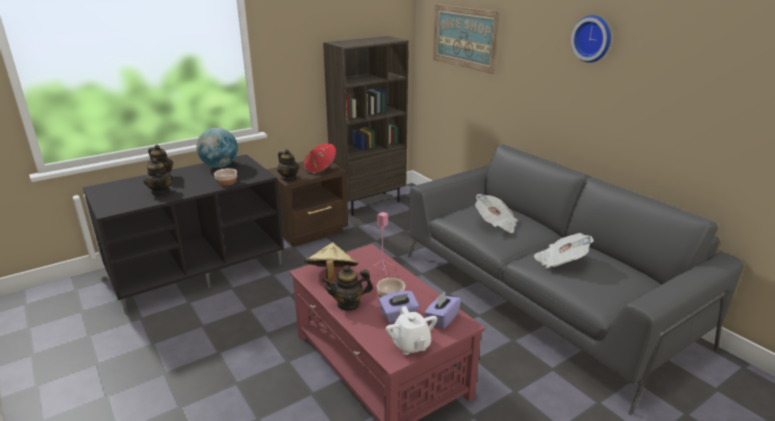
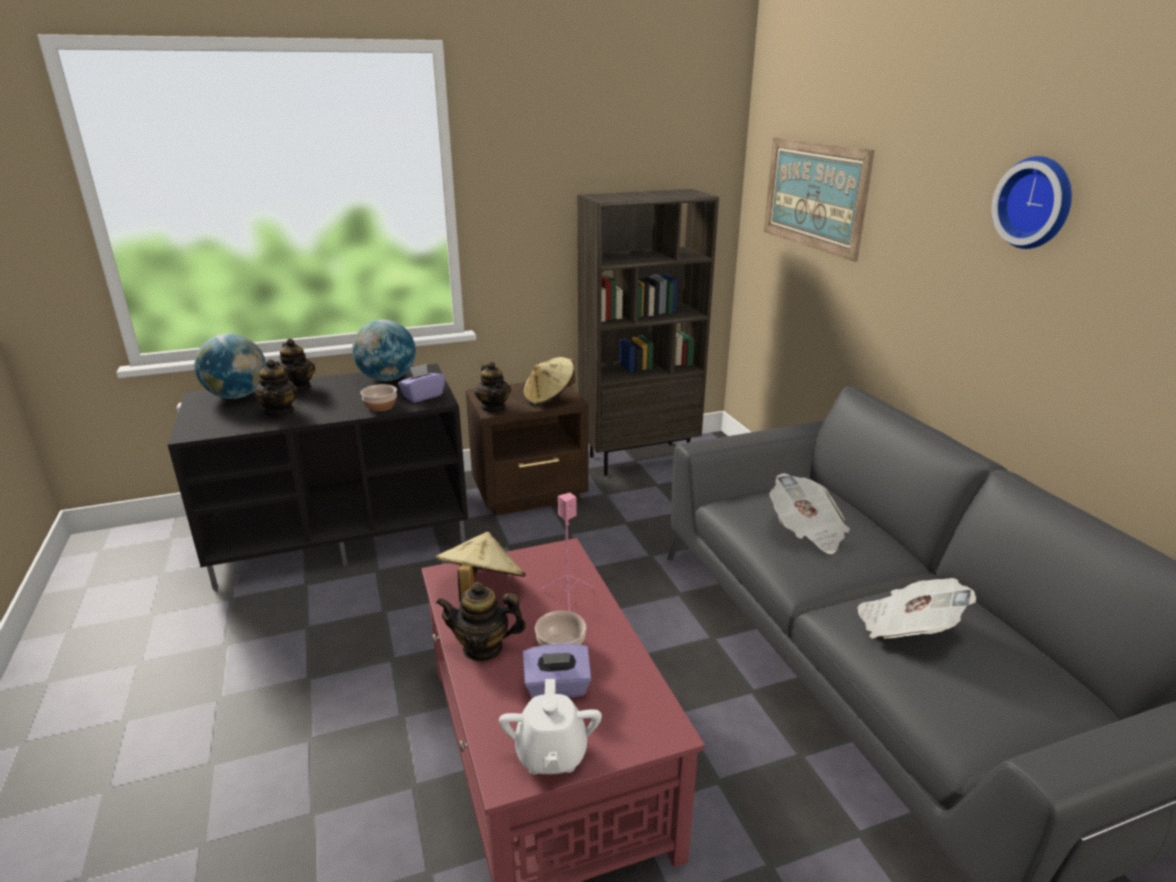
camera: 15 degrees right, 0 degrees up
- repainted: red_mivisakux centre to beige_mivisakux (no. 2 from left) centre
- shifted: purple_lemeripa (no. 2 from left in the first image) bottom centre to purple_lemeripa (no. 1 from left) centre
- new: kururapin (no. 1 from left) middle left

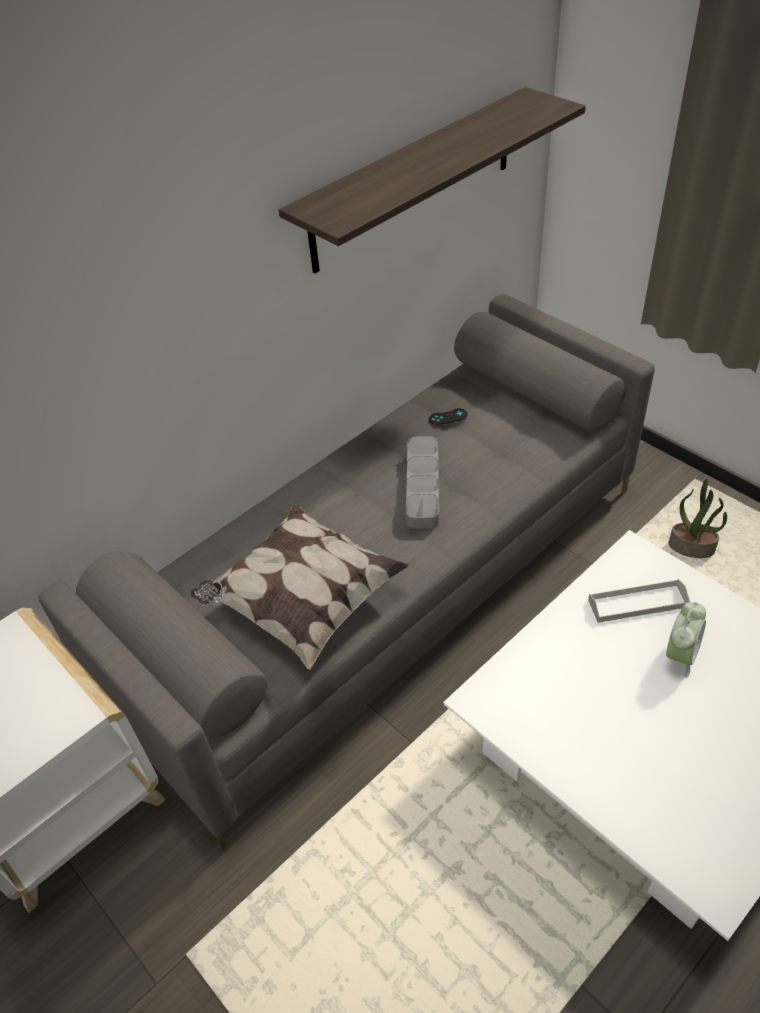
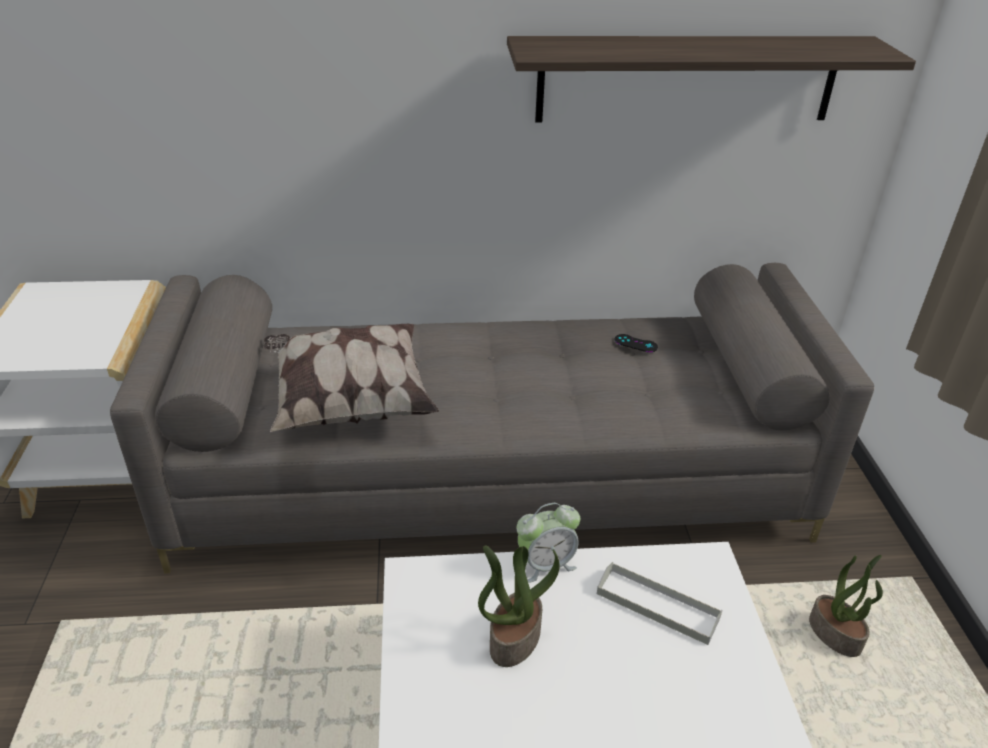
camera: 35 degrees right, 10 degrees down
- gone: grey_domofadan (no. 1 from left) centre
- shifted: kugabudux middle right to bottom centre
- new: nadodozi (no. 1 from left) bottom centre

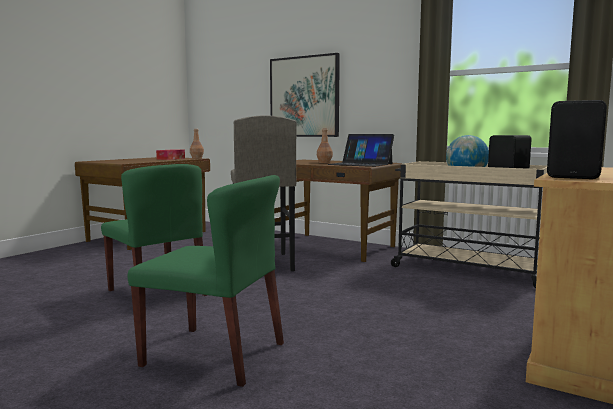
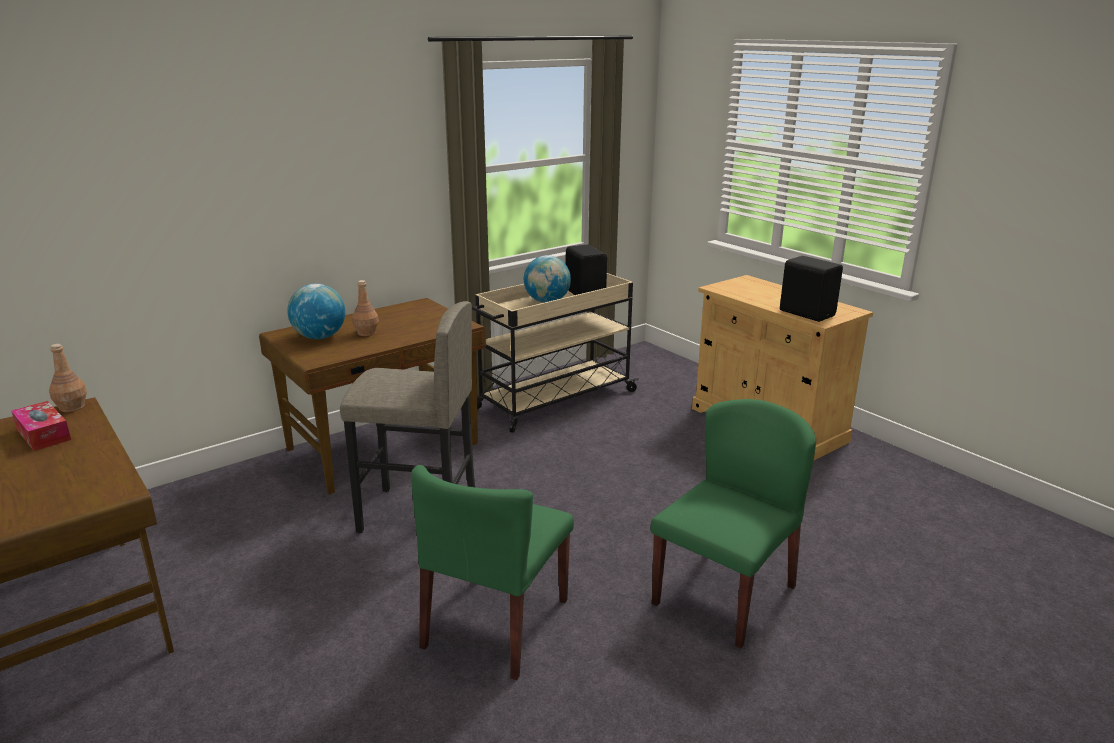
camera: 70 degrees left, 15 degrees up
- rotated: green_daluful (no. 1 from left) middle left = bottom centre 135 degrees clockwise
- gone: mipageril top centre
- gone: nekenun centre
- new: kururapin (no. 1 from left) middle left

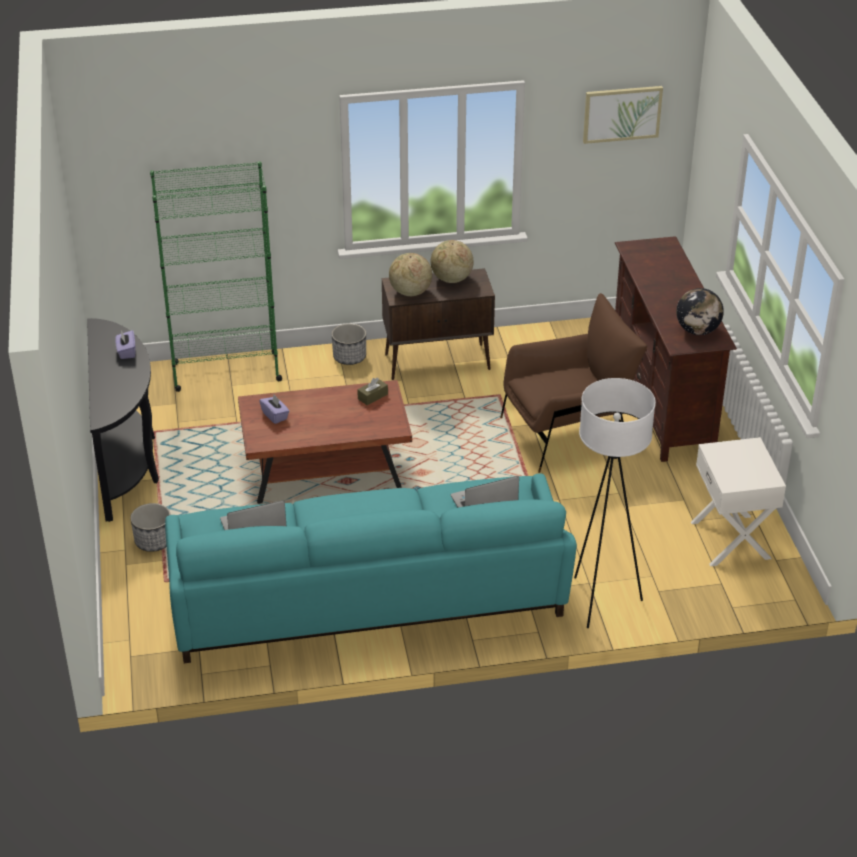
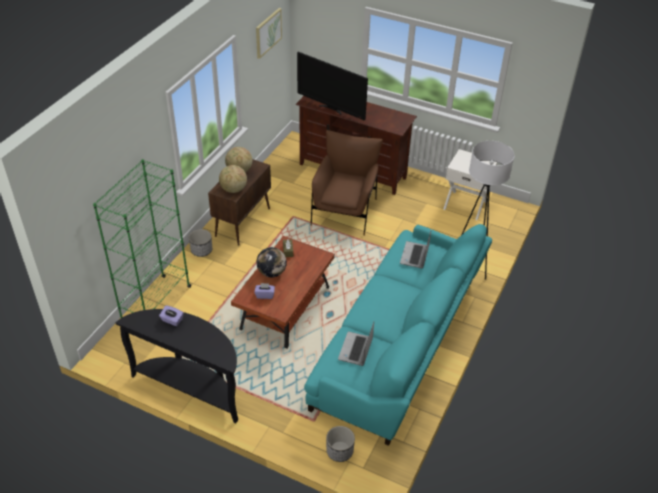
camera: 55 degrees left, 5 degrees up
- shifted: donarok (no. 1 from left in the first image) middle left to donarok (no. 2 from left) bottom centre
- shifted: kururapin (no. 3 from left) middle right to centre
- new: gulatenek top centre

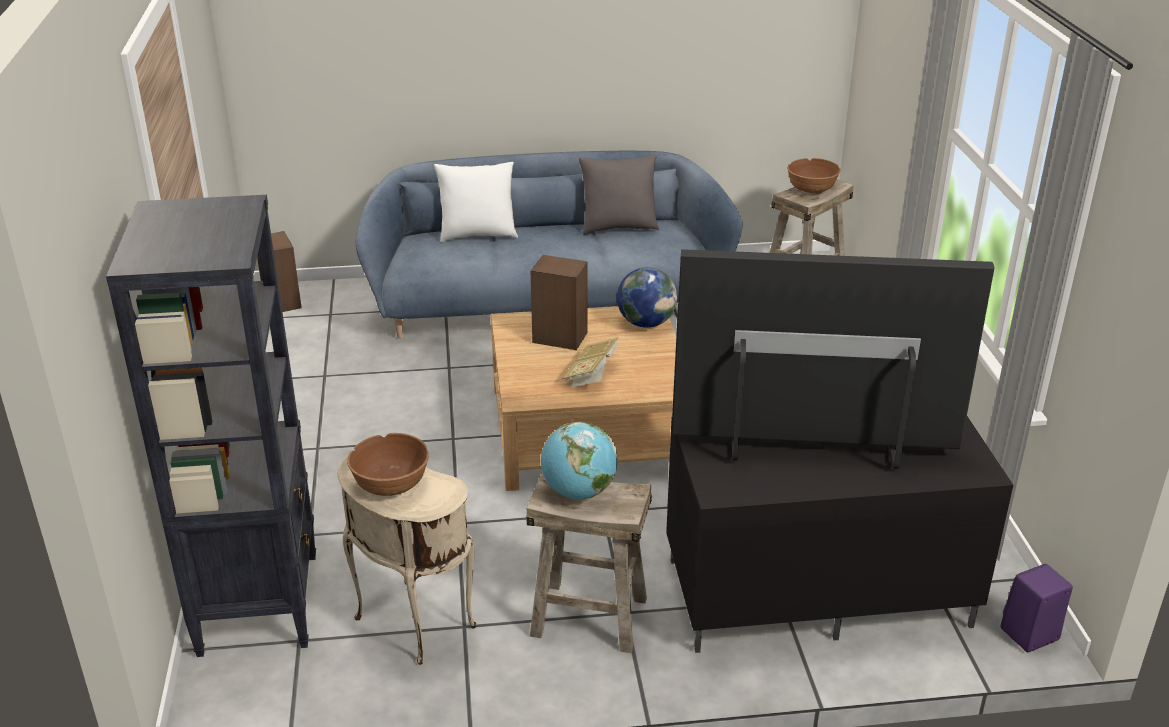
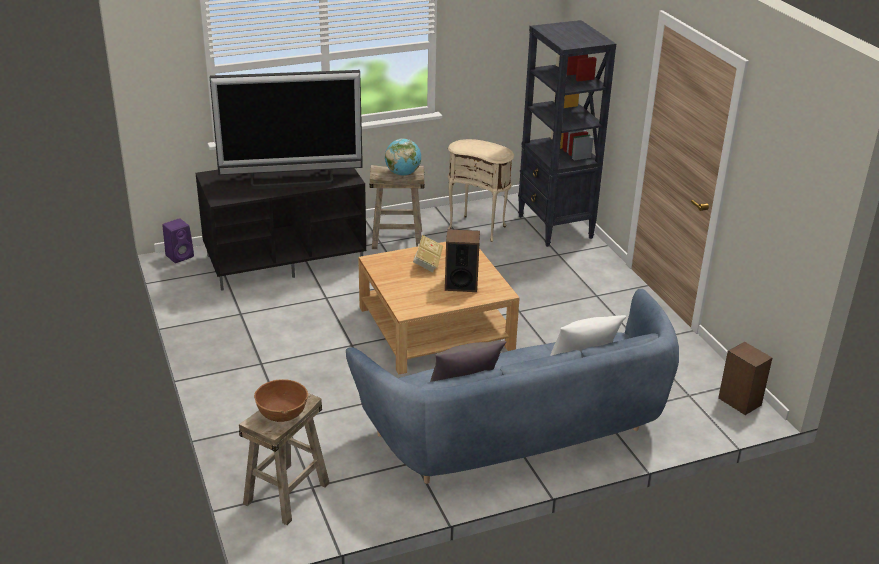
camera: 165 degrees right, 0 degrees up
- gone: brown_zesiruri (no. 1 from left) middle left
- gone: kururapin (no. 2 from left) centre

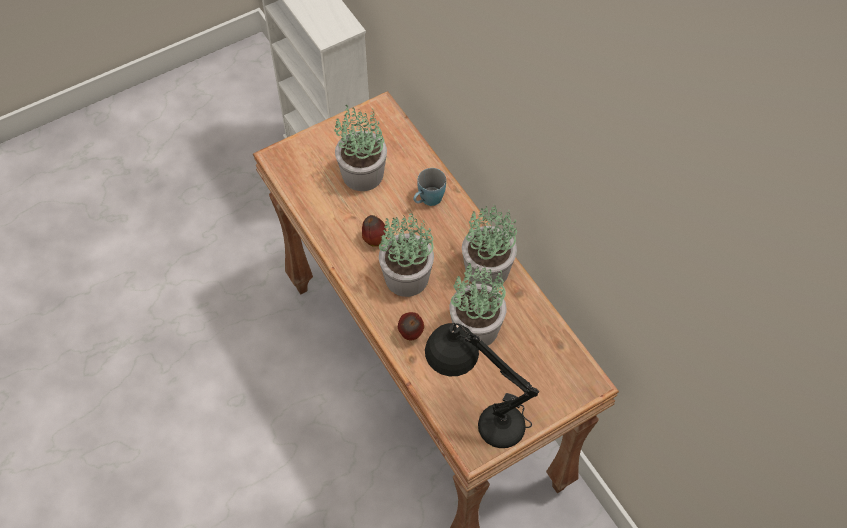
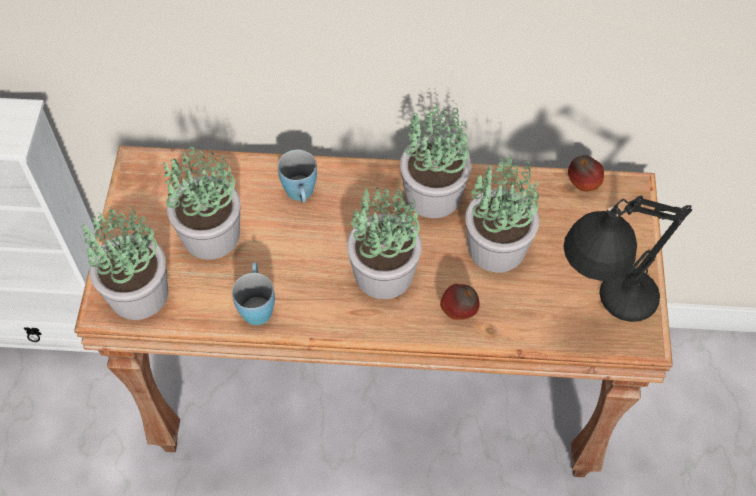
camera: 55 degrees left, 0 degrees up
- shifted: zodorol (no. 1 from left in the first image) centre to zodorol (no. 2 from left) middle right
- new: nadodozi (no. 1 from left) middle left
- new: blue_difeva (no. 1 from left) centre

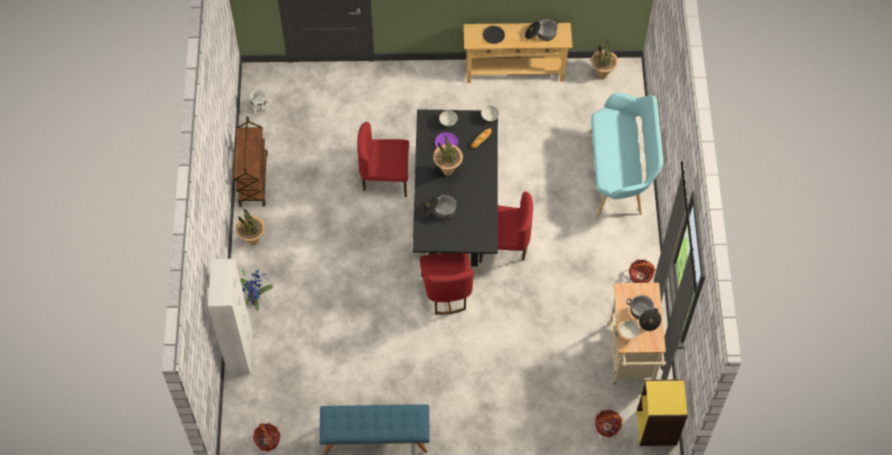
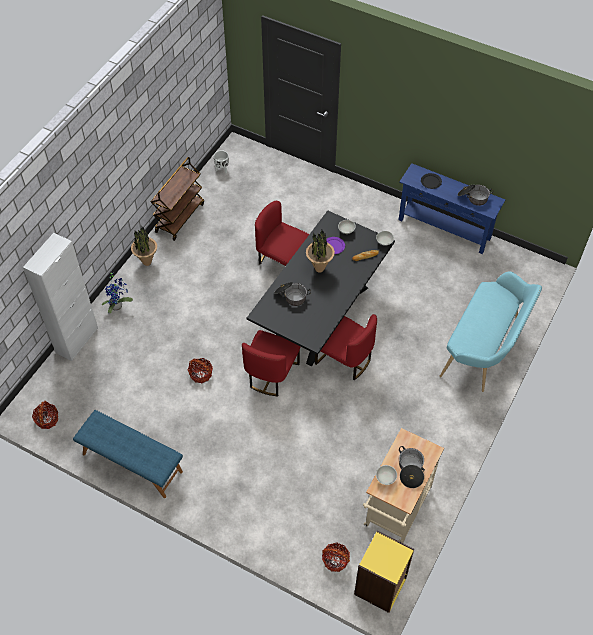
camera: 30 degrees right, 5 degrees down
- repainted: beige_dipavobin top centre to blue_dipavobin top right
- gone: nadodozi (no. 4 from left) top right
- shifted: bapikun (no. 3 from left in the first image) middle right to bapikun (no. 2 from left) centre

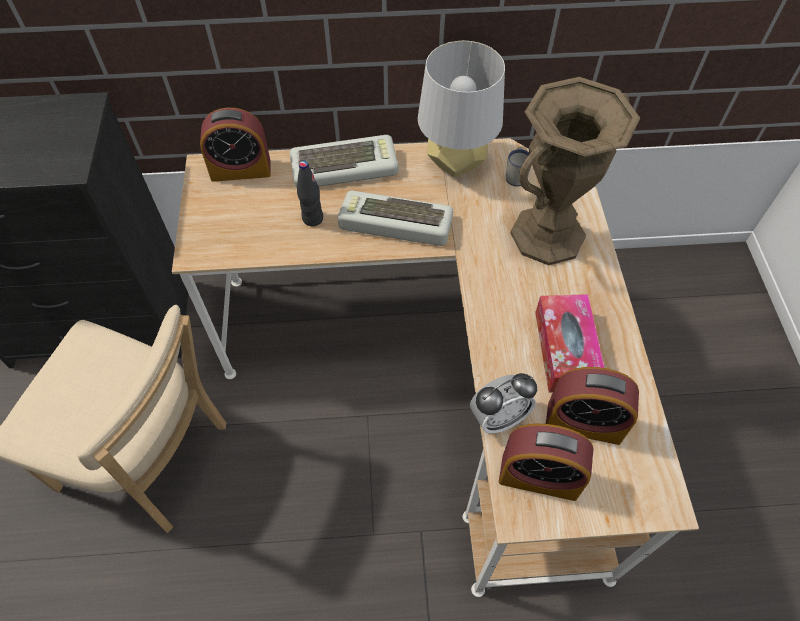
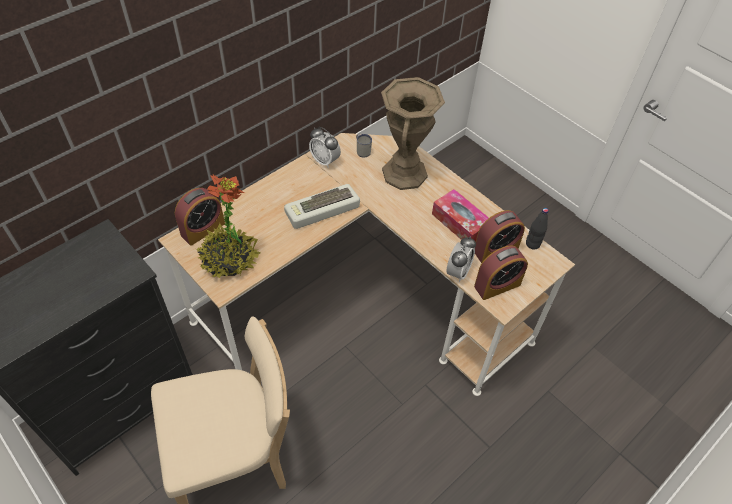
camera: 40 degrees left, 5 degrees down
- gone: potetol (no. 1 from left) top centre
- shifted: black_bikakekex top centre to middle right
- swapped: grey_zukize top centre to kugabudux (no. 2 from left) top centre
- new: nadodozi middle left

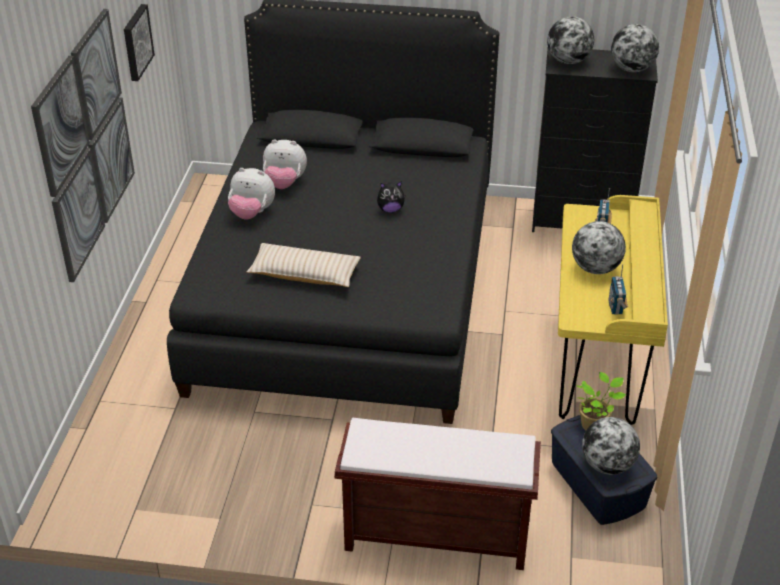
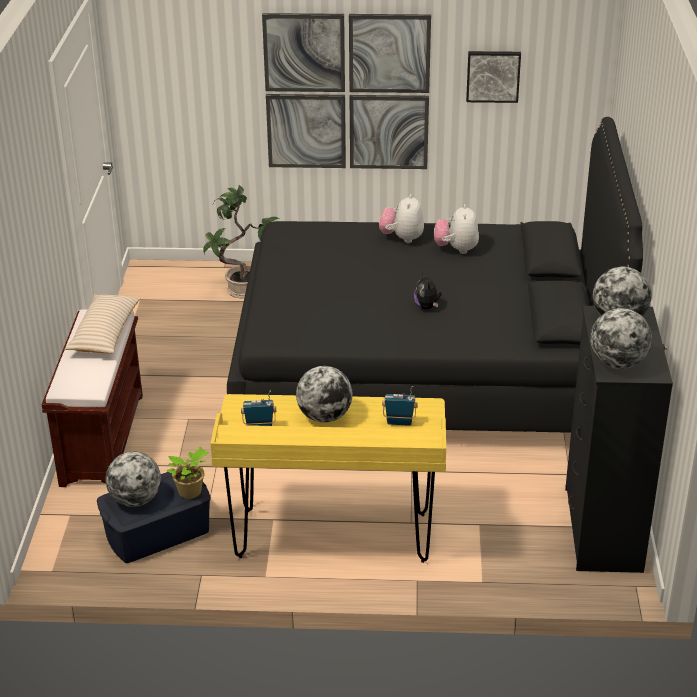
camera: 85 degrees right, 5 degrees down
- shifted: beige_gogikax centre to middle left
- new: nadodozi (no. 2 from left) centre

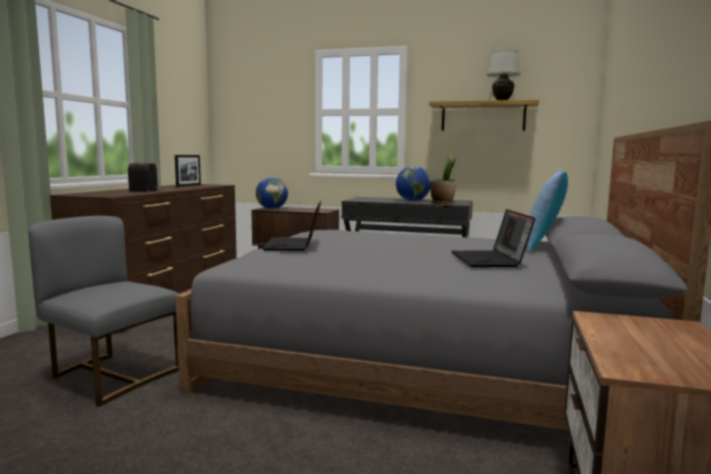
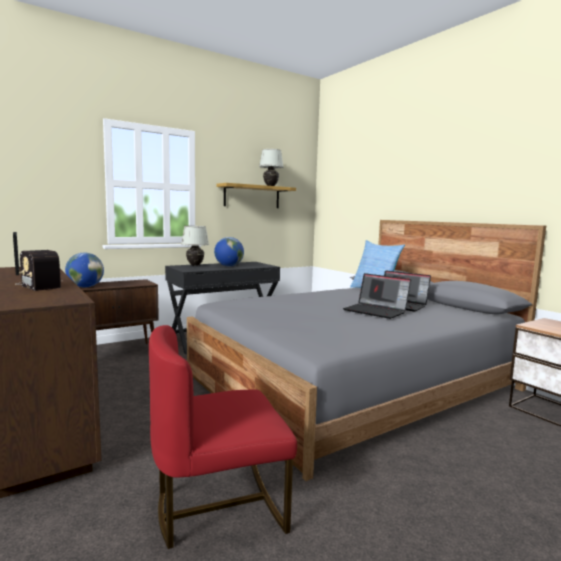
camera: 50 degrees left, 0 degrees up
- repainted: grey_daluful middle left to red_daluful bottom centre
- shifted: nekenun (no. 1 from left) centre to middle right
- gone: nadodozi centre
- new: white_zukize (no. 1 from left) centre

